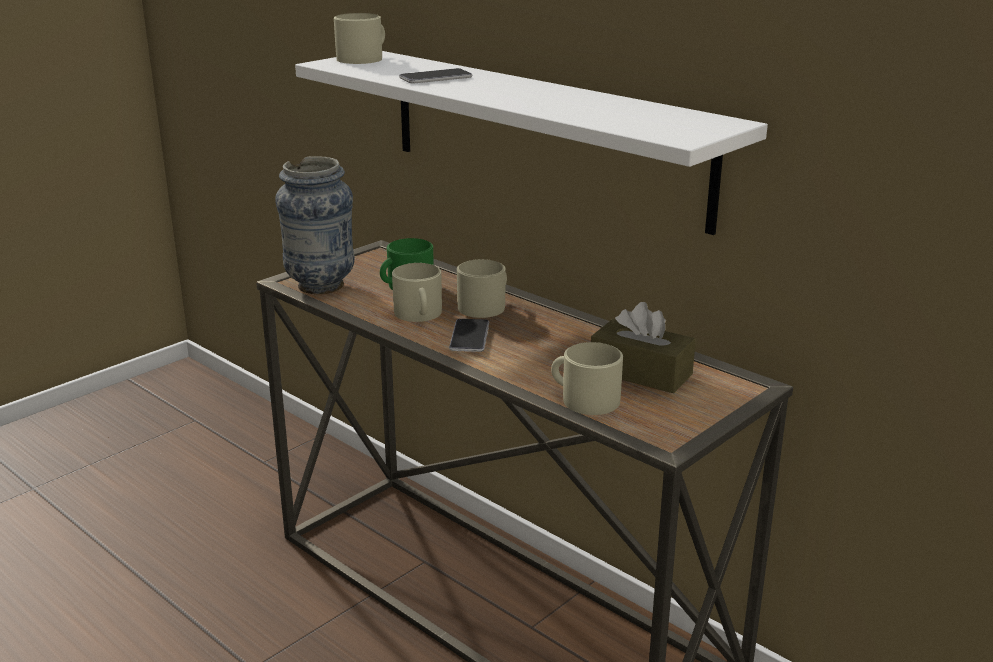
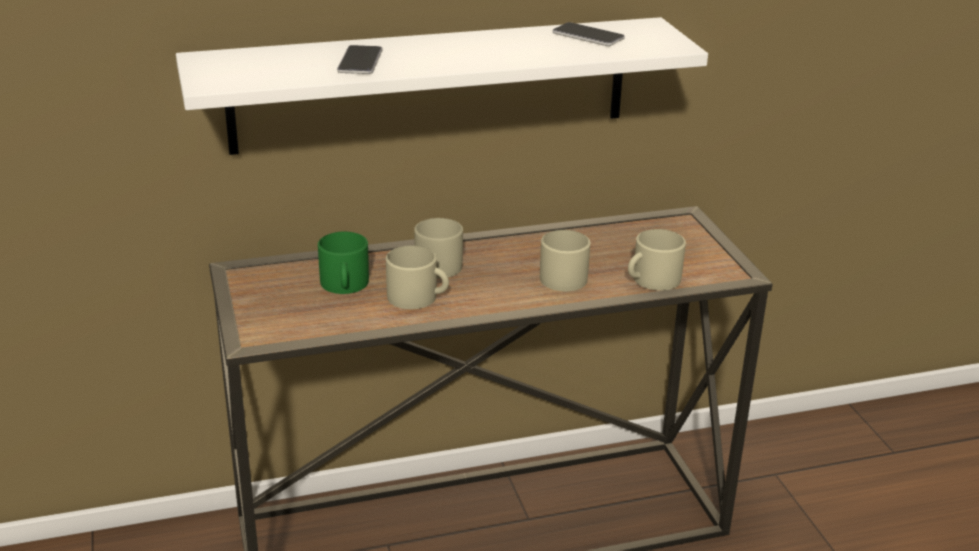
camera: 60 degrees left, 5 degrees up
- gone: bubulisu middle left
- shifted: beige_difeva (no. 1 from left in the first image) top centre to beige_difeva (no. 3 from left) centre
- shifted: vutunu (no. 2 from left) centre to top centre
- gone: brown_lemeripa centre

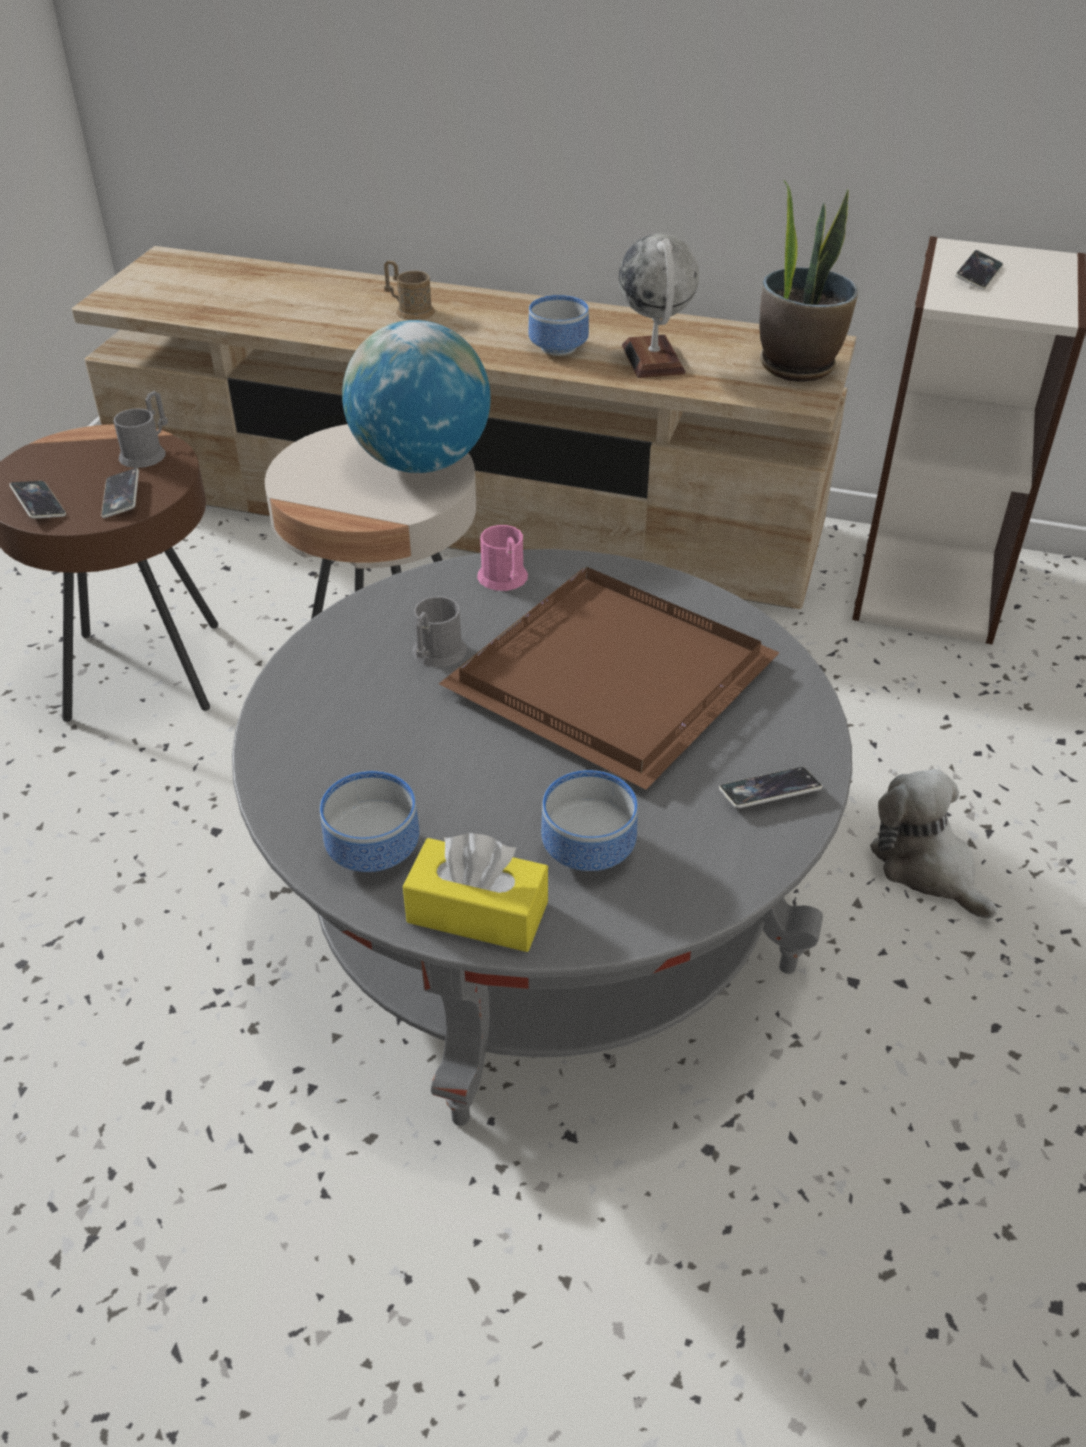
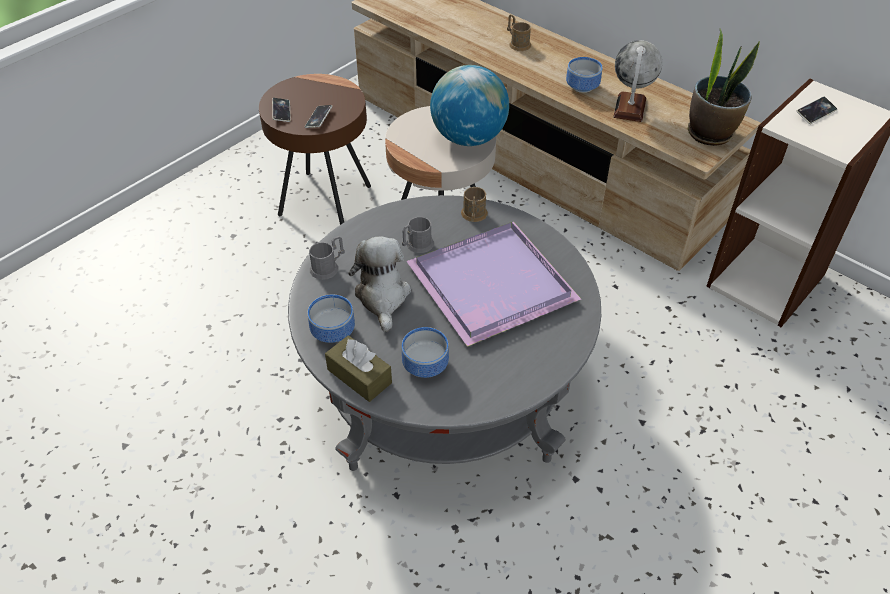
camera: 25 degrees right, 5 degrees up
- shifted: grey_difeva (no. 1 from left) top left to centre
- repainted: yellow_lemeripa centre to brown_lemeripa centre
- repainted: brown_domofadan centre to purple_domofadan centre
- repainted: pink_difeva centre to brown_difeva (no. 1 from left) centre
- gone: vutunu (no. 3 from left) middle right
- shifted: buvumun middle right to centre

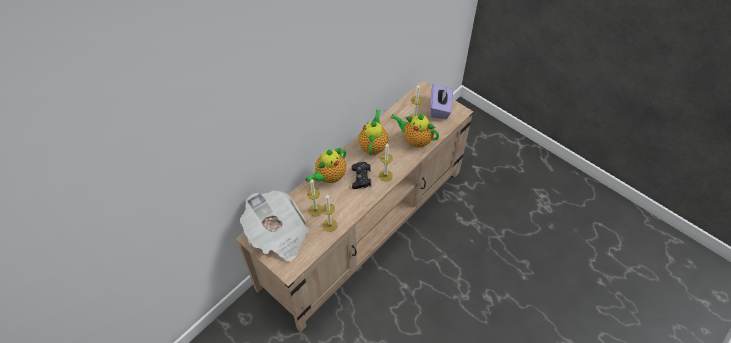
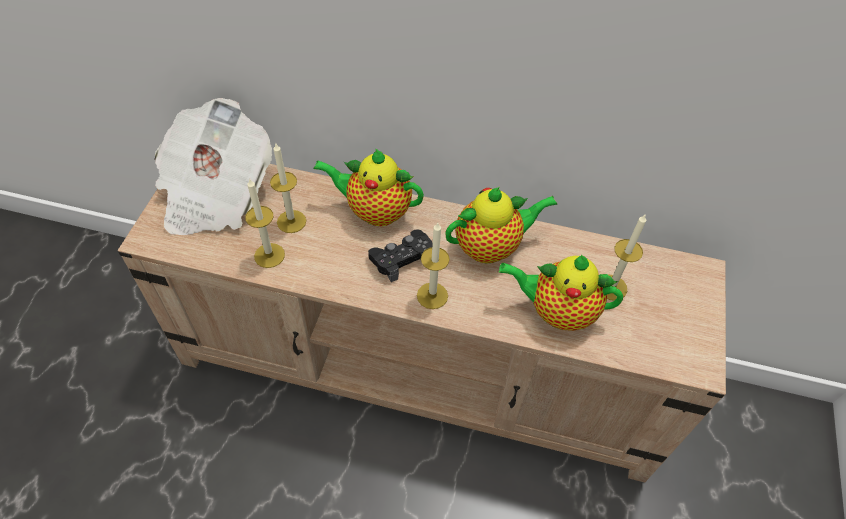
camera: 60 degrees right, 0 degrees up
- rotated: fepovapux (no. 3 from left) centre = centre 75 degrees counterclockwise
- gone: purple_lemeripa top centre

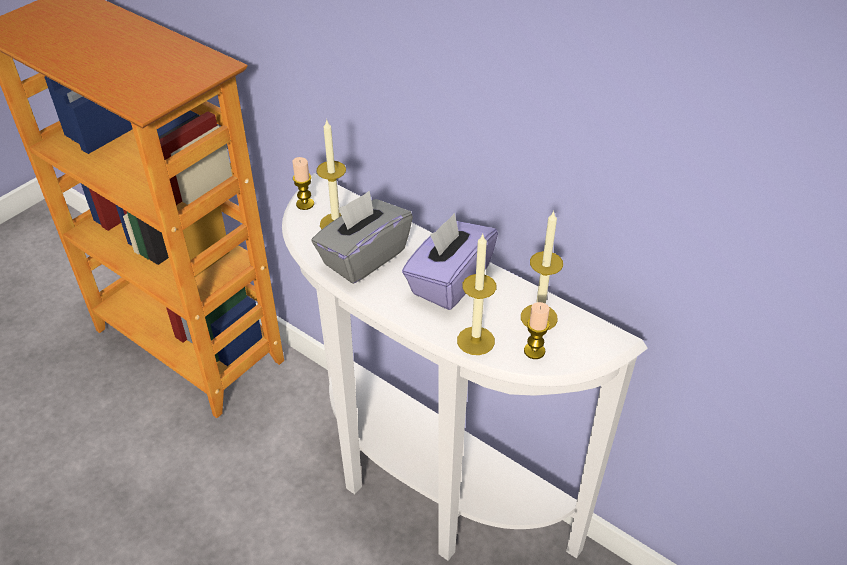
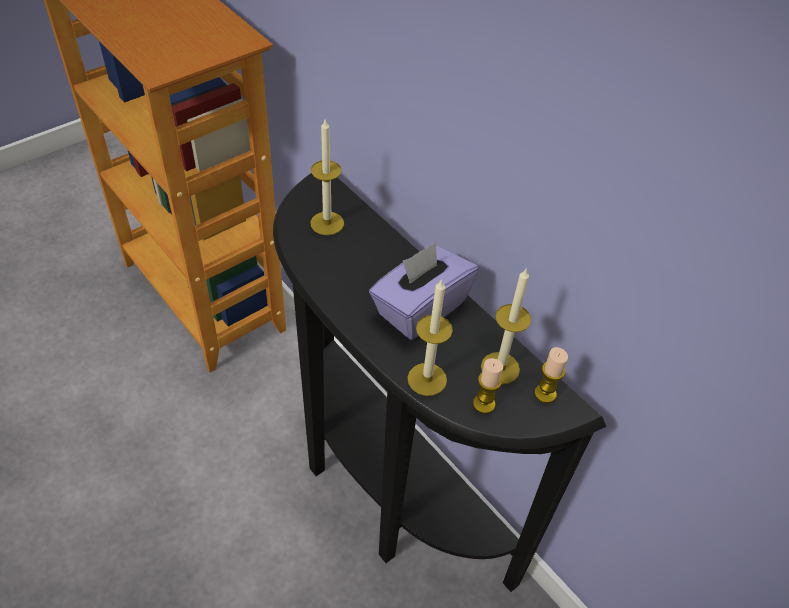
camera: 10 degrees right, 5 degrees up
- repainted: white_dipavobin centre to black_dipavobin centre
- shifted: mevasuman (no. 1 from left in the first image) top centre to mevasuman (no. 5 from left) middle right
- gone: grey_lemeripa centre

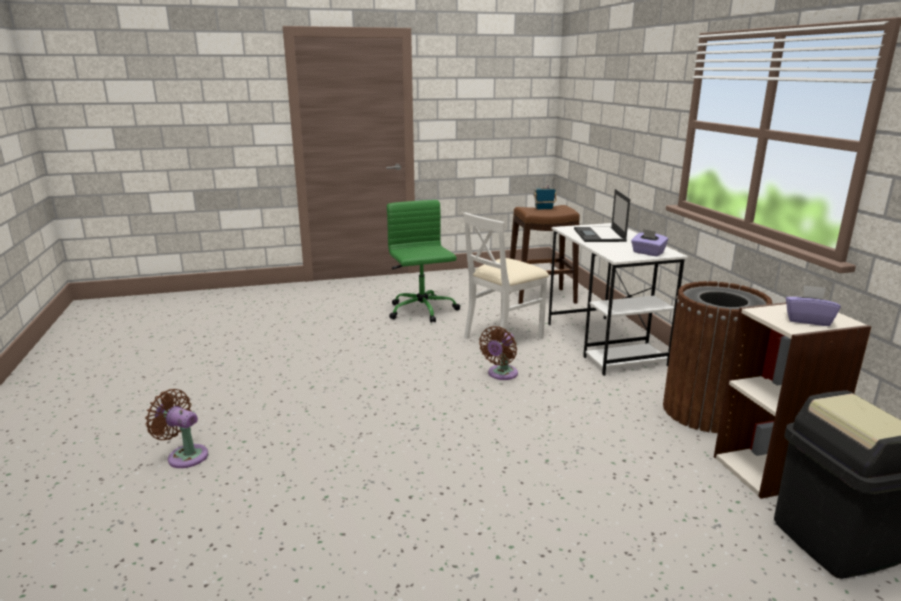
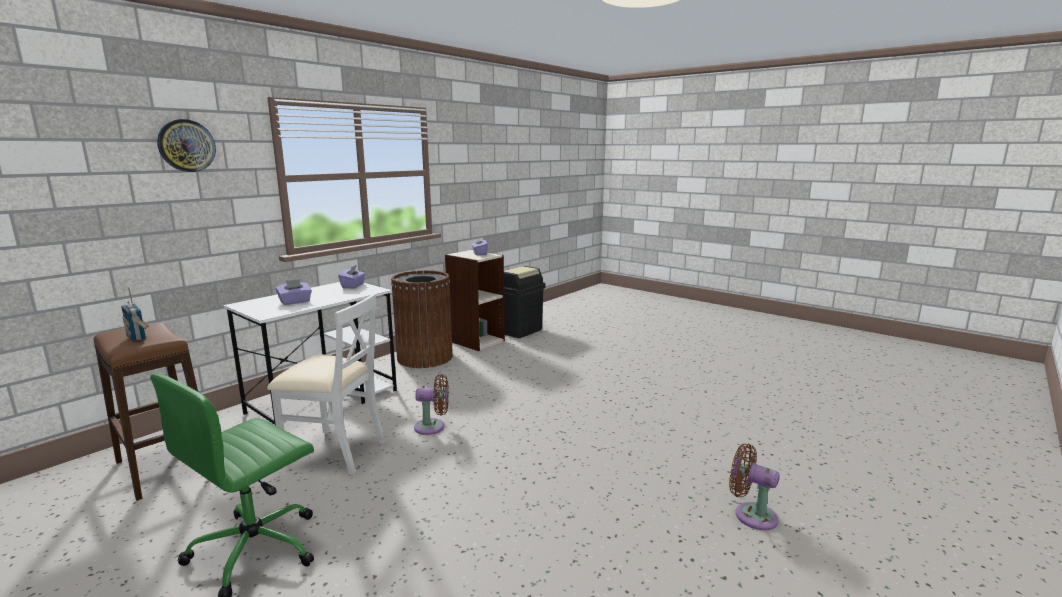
camera: 125 degrees left, 5 degrees down
- rotated: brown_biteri (no. 1 from left in the first image) bottom left = bottom right 135 degrees clockwise
- swapped: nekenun middle right to purple_lemeripa (no. 1 from left) middle left
- new: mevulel top left

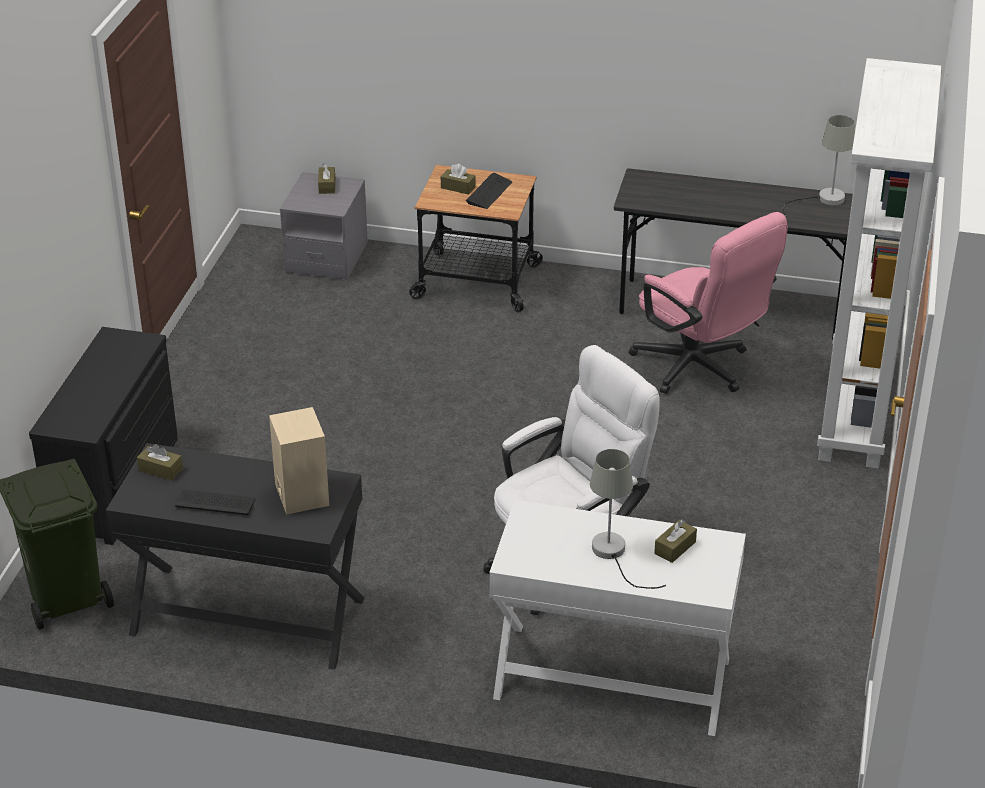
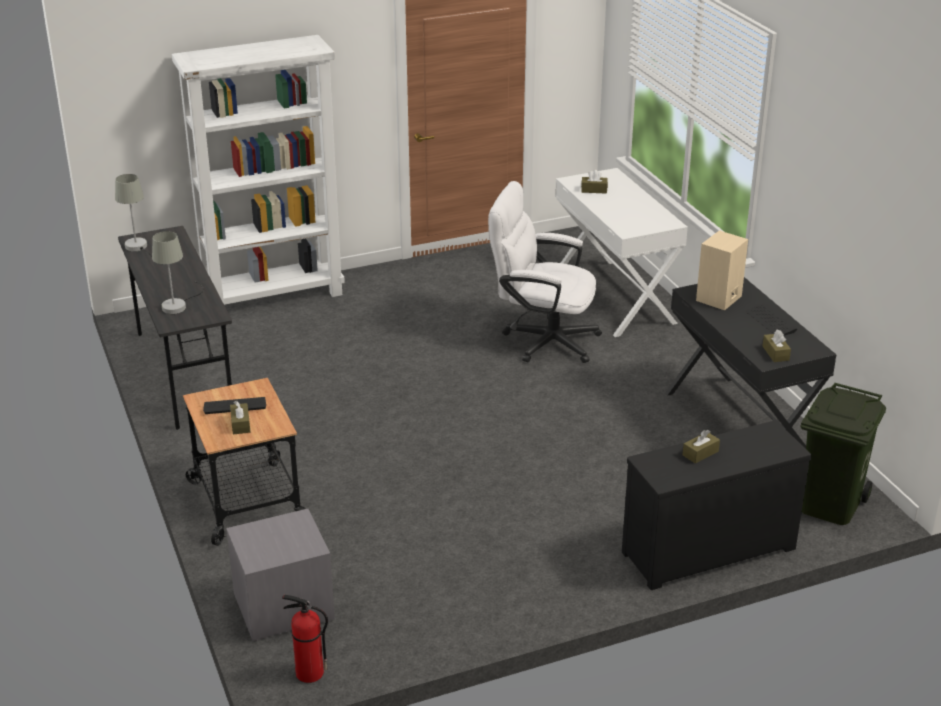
camera: 125 degrees left, 5 degrees down
- shifted: brown_lemeripa (no. 2 from left in the first image) top left to brown_lemeripa (no. 3 from left) middle right
- shifted: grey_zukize (no. 1 from left in the first image) centre to grey_zukize (no. 2 from left) middle left
- gone: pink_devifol middle right
- new: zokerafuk bottom left

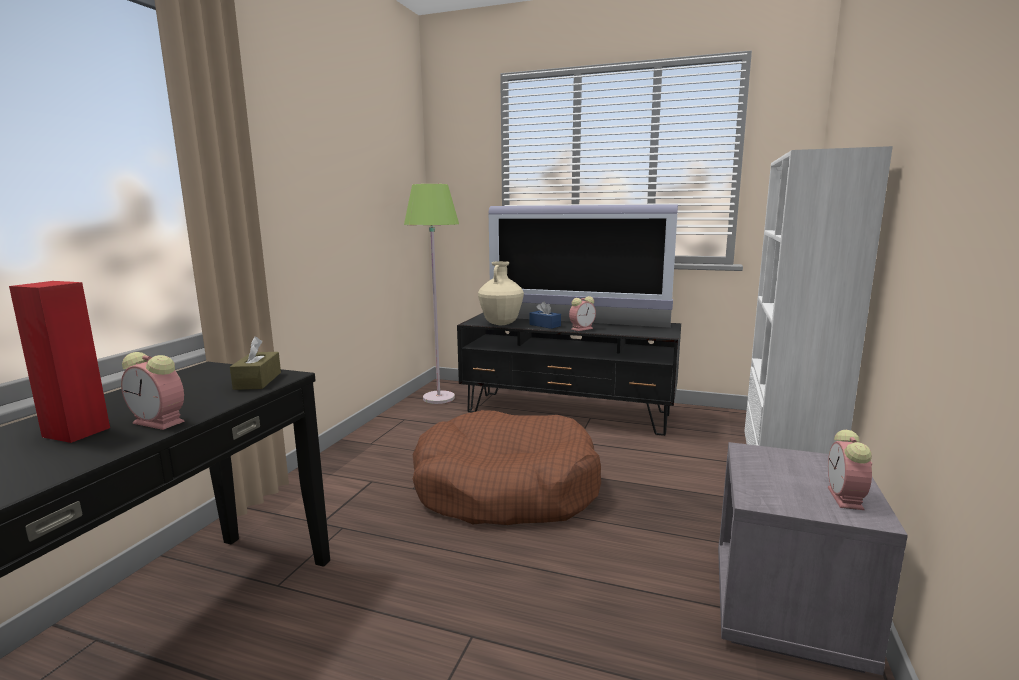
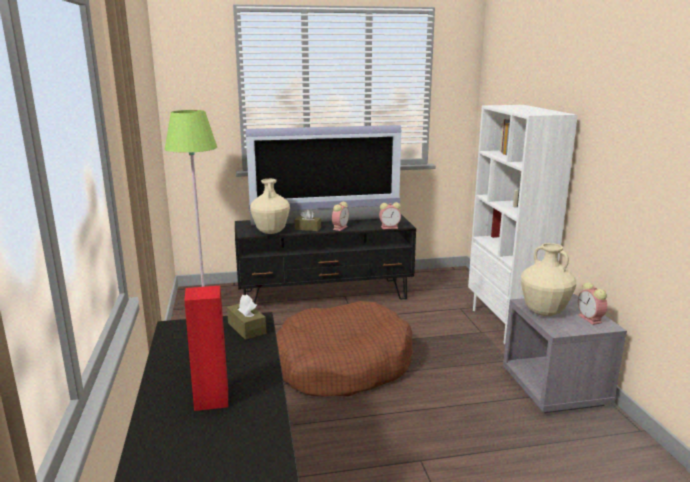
camera: 30 degrees left, 5 degrees up
- shifted: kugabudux (no. 1 from left in the first image) middle left to kugabudux (no. 2 from left) centre
- repainted: blue_lemeripa centre to brown_lemeripa (no. 2 from left) centre
- new: beige_bubulisu (no. 2 from left) middle right

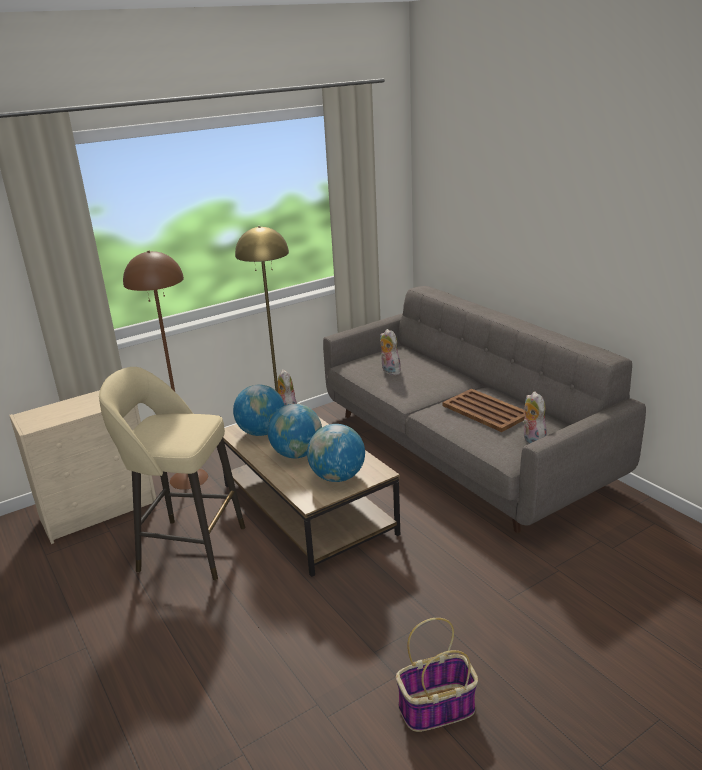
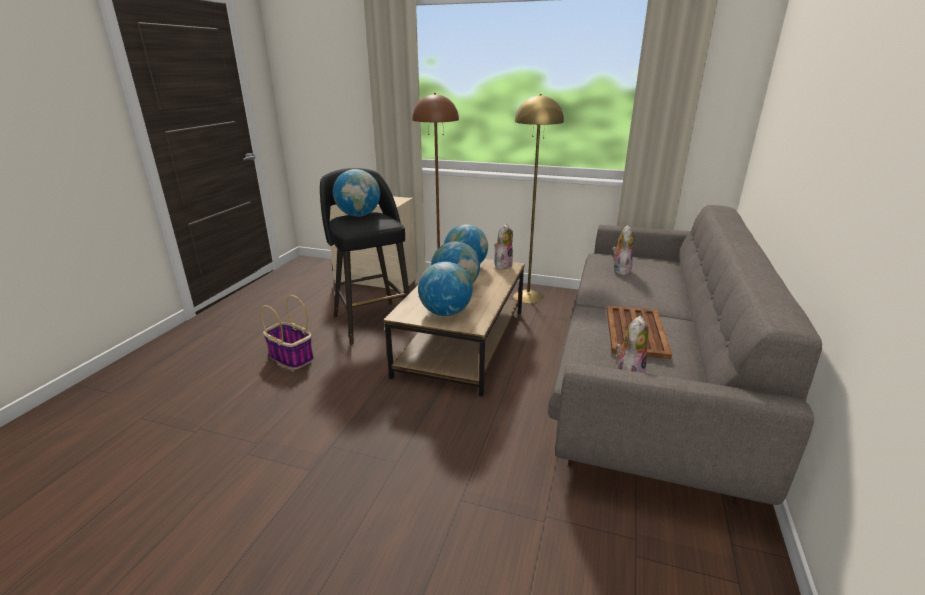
camera: 50 degrees right, 0 degrees up
- repainted: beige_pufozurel middle left to black_pufozurel centre
- shifted: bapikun bottom centre to middle left
- new: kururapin (no. 1 from left) top centre

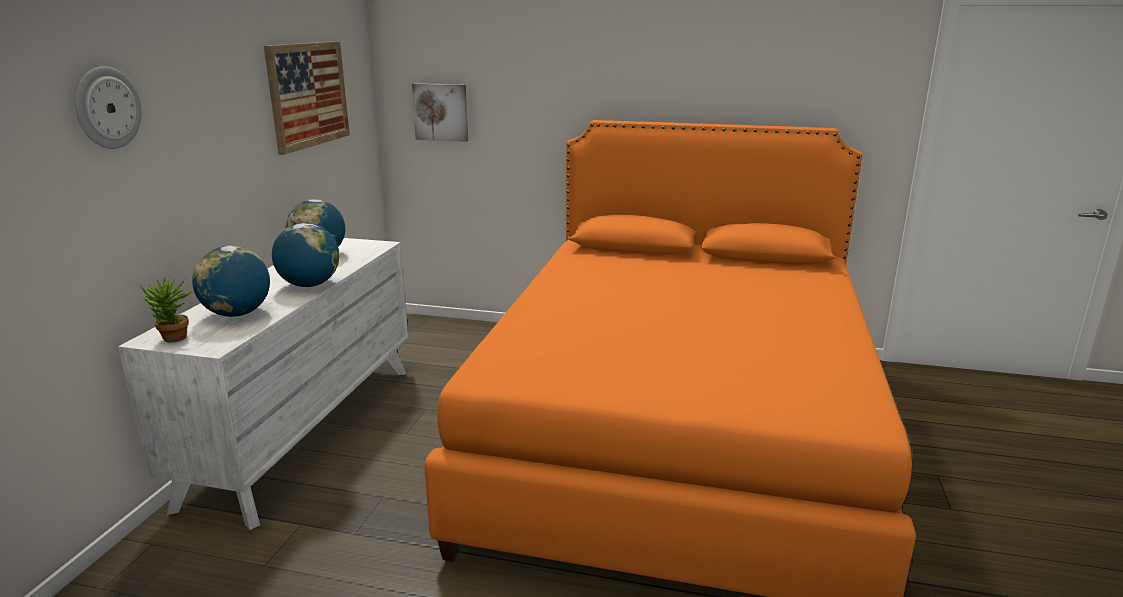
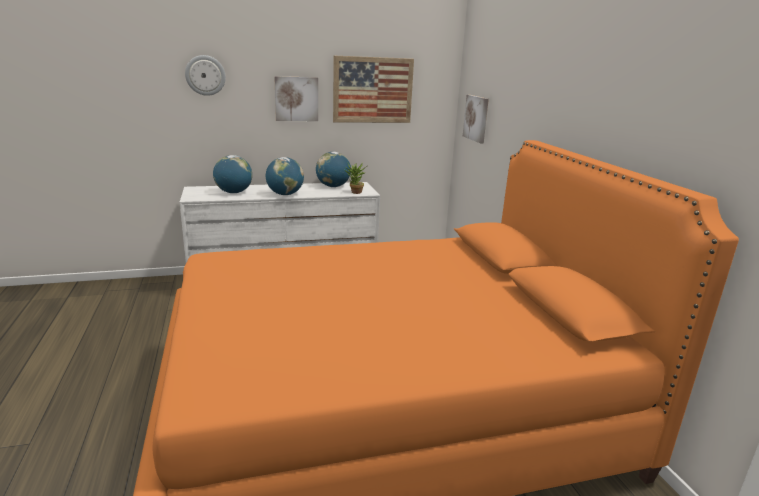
camera: 60 degrees right, 0 degrees up
- shifted: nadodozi middle left to centre
- new: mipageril (no. 1 from left) top centre

